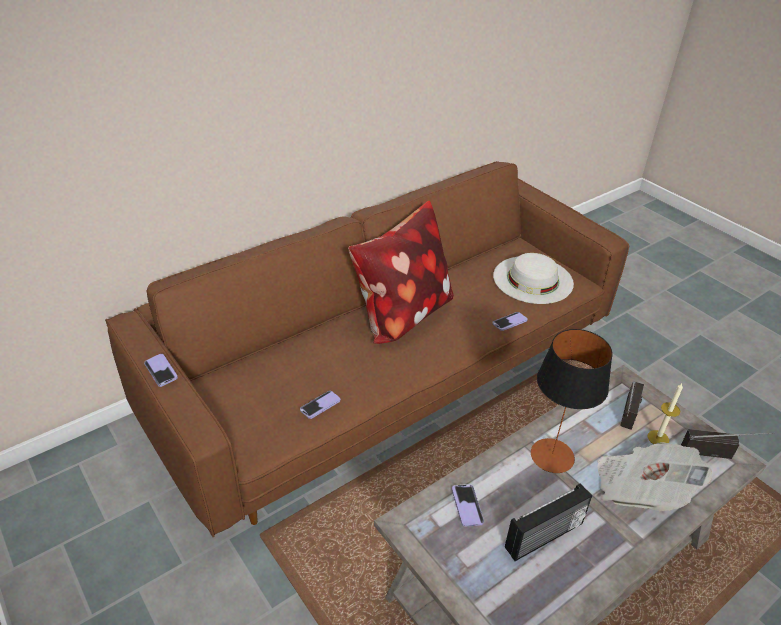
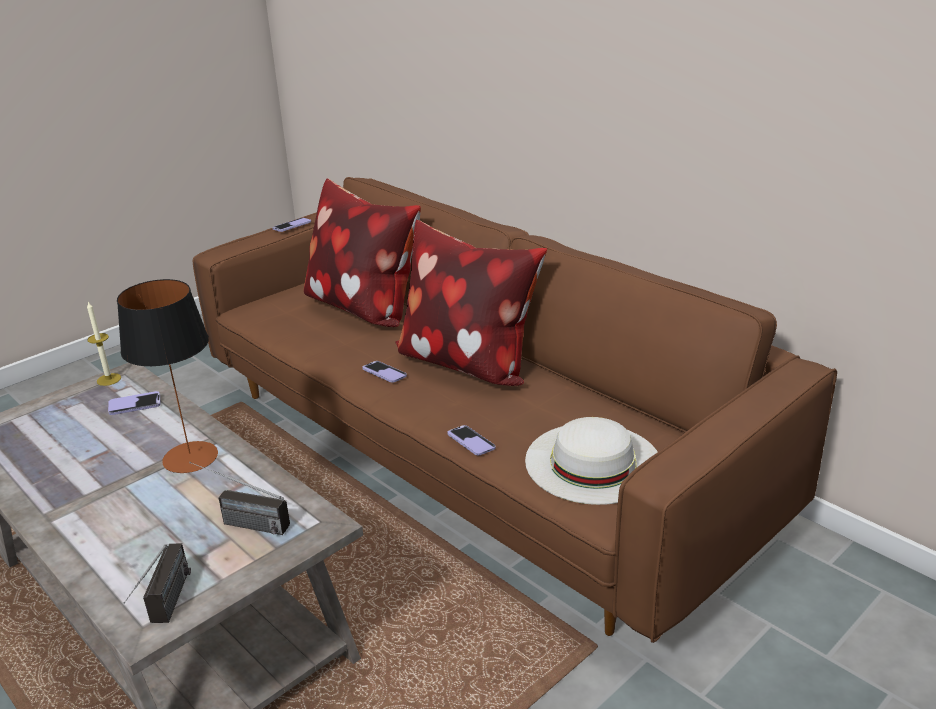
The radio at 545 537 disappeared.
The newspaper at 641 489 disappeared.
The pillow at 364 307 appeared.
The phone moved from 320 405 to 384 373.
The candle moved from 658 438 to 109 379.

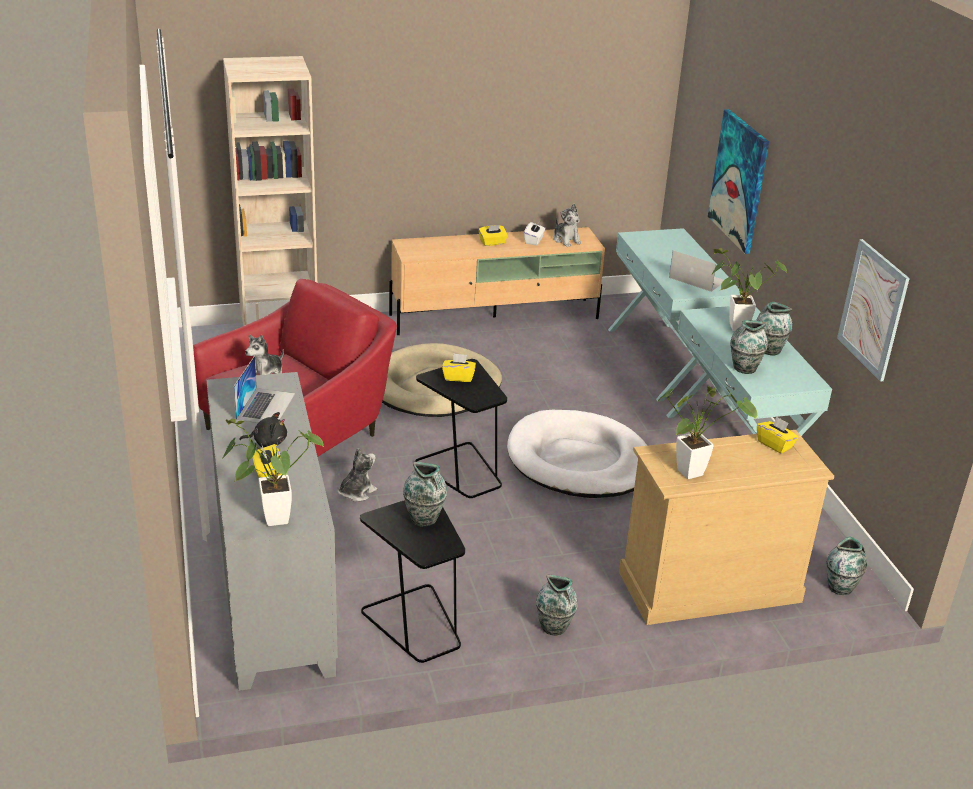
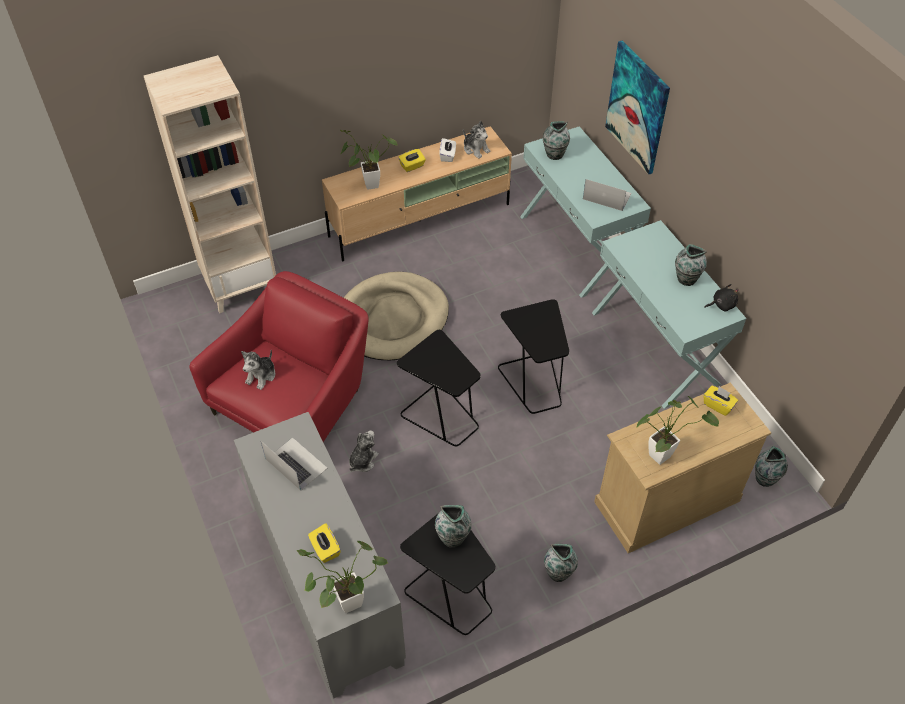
The tissue box (yellow) at 458 377 disappeared.
The picture at 872 309 disappeared.
The plush toy (black) moved from 267 442 to 721 304.
The potted plant moved from 733 327 to 367 185.
The vase moved from 744 368 to 554 155.
The dog bed (white) at 579 460 was replaced by the side table (black) at 533 382.
The laptop at 265 406 turned 45 degrees counterclockwise.

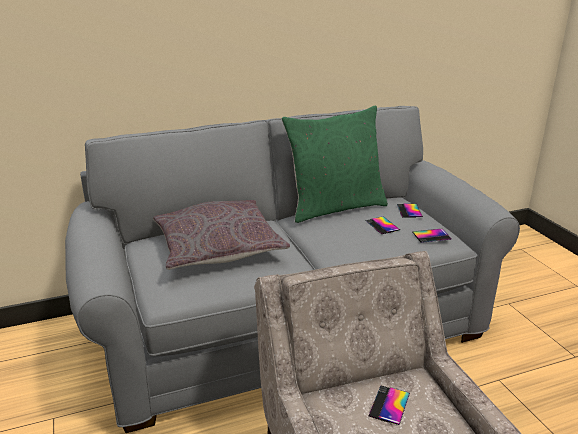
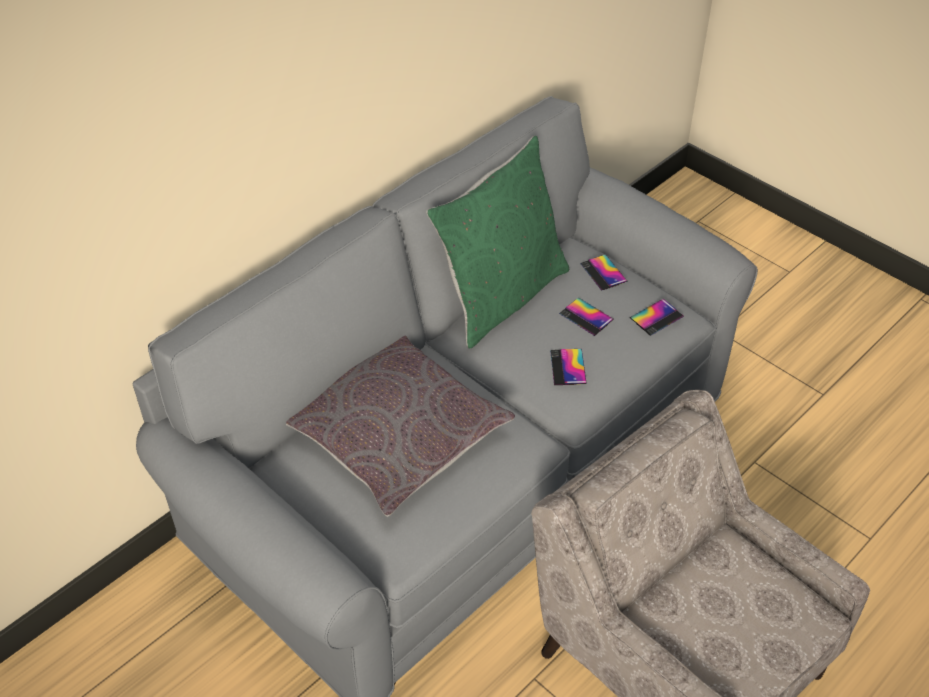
The phone moved from 389 405 to 568 367.

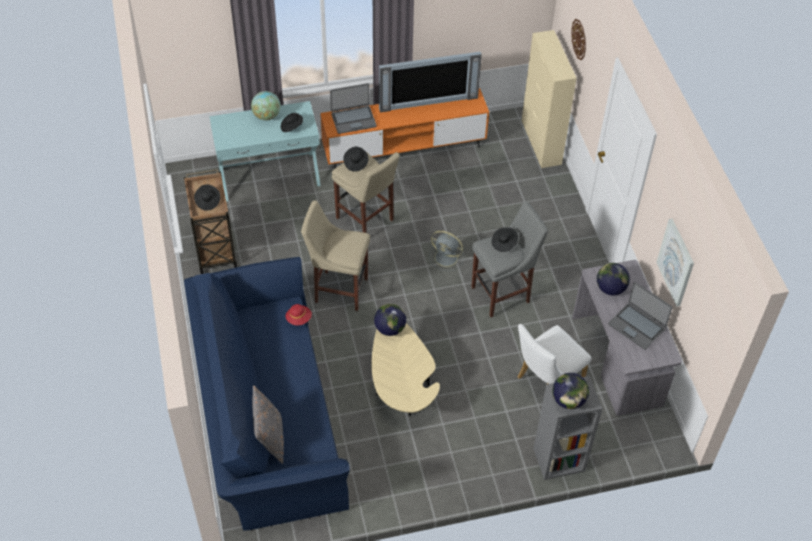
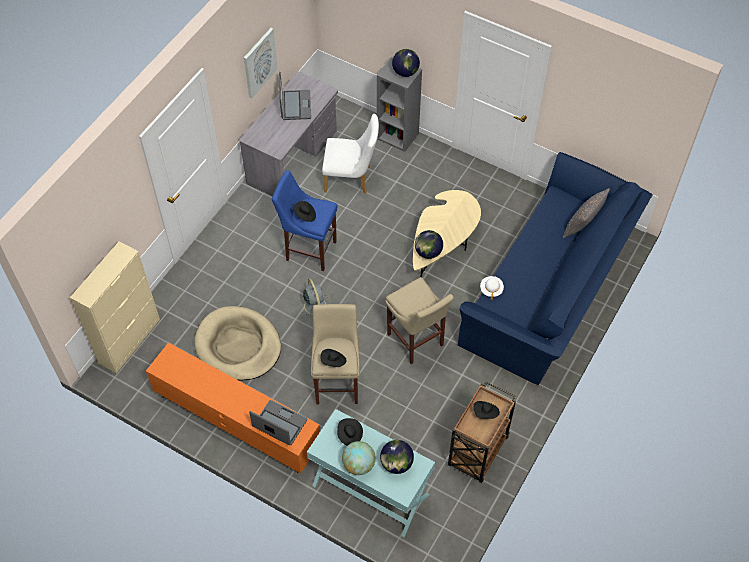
The television at 427 101 disappeared.
The wall clock at 579 39 disappeared.
The dog bed (beige) at 238 346 appeared.
The globe moved from 610 288 to 396 463.
The hat (red) at 299 319 became the hat (white) at 491 289.
The stool (grey) at 503 294 became the stool (blue) at 308 250.

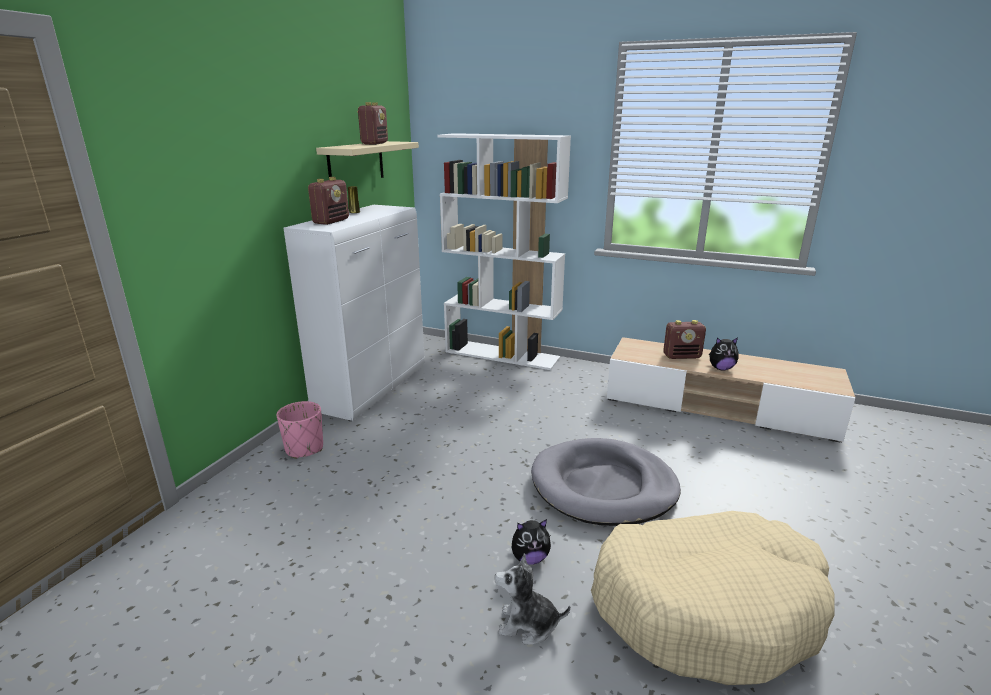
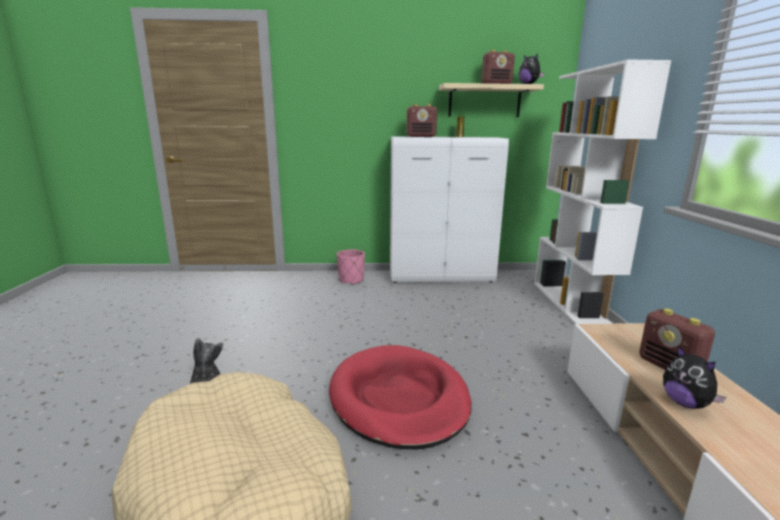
The plush toy moved from 530 558 to 529 84.
The dog bed (grey) at 603 486 became the dog bed (red) at 399 399.

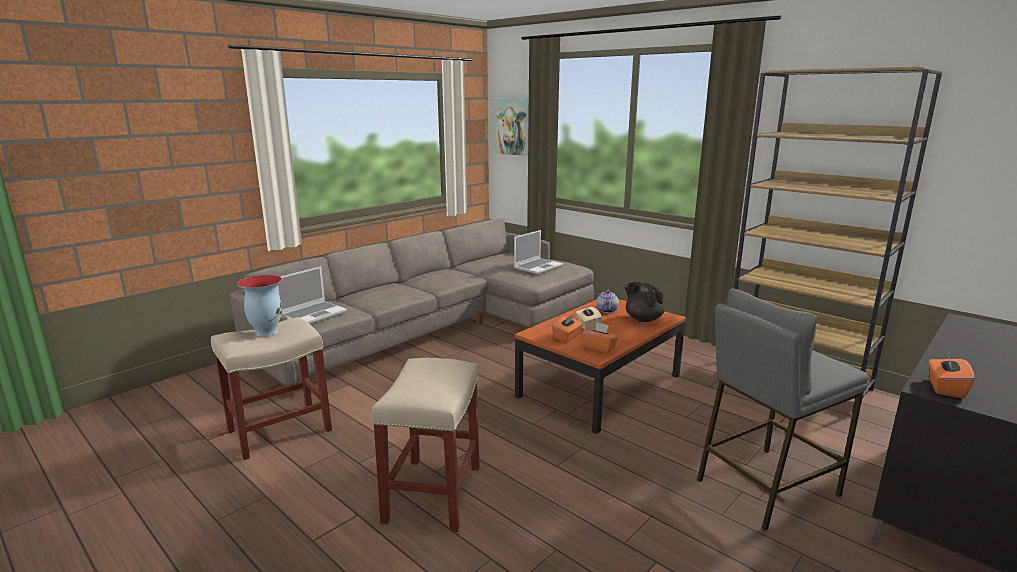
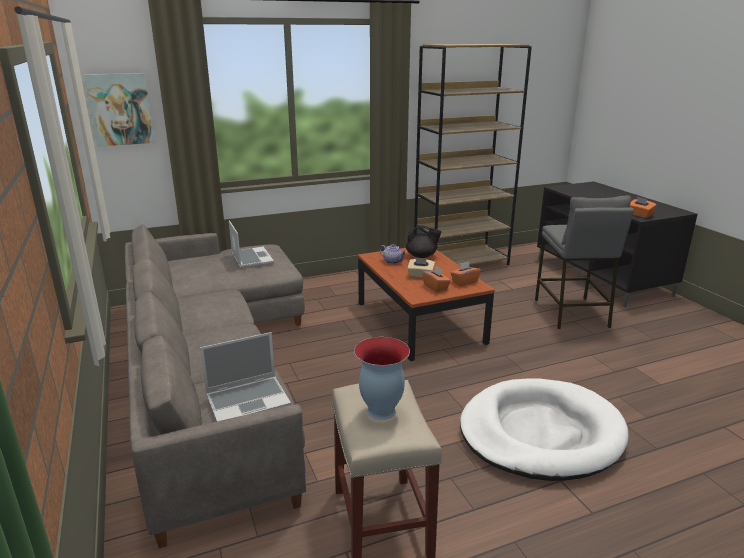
The stool (beige) at 433 492 was replaced by the dog bed (white) at 540 433.
The laptop at 313 314 turned 90 degrees clockwise.
The teapot (black) at 643 319 turned 150 degrees counterclockwise.

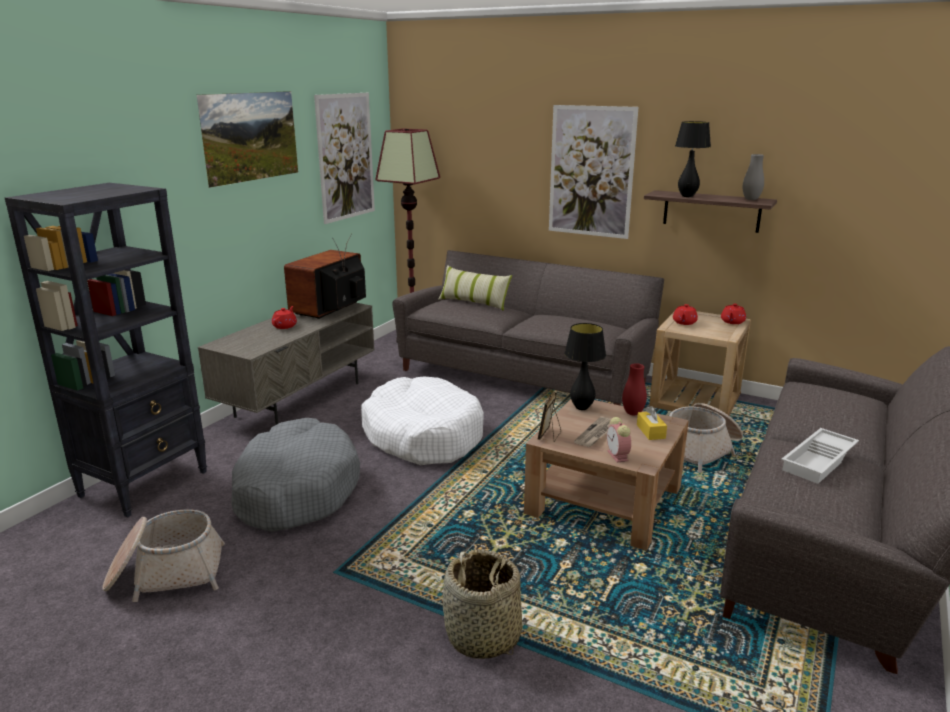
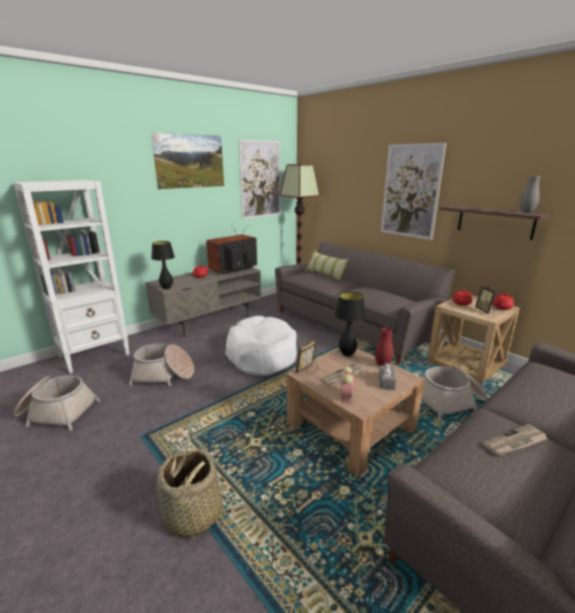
The picture frame at 484 311 appeared.
The table lamp (black) moved from 687 196 to 167 288.
The dog bed (grey) at 295 490 was replaced by the basket at 164 375.
The tray (white) at 820 461 was replaced by the newspaper at 515 442.
The bookcase (black) at 145 483 became the bookcase (white) at 95 355.
The tissue box (yellow) at 650 431 became the tissue box (grey) at 386 382.

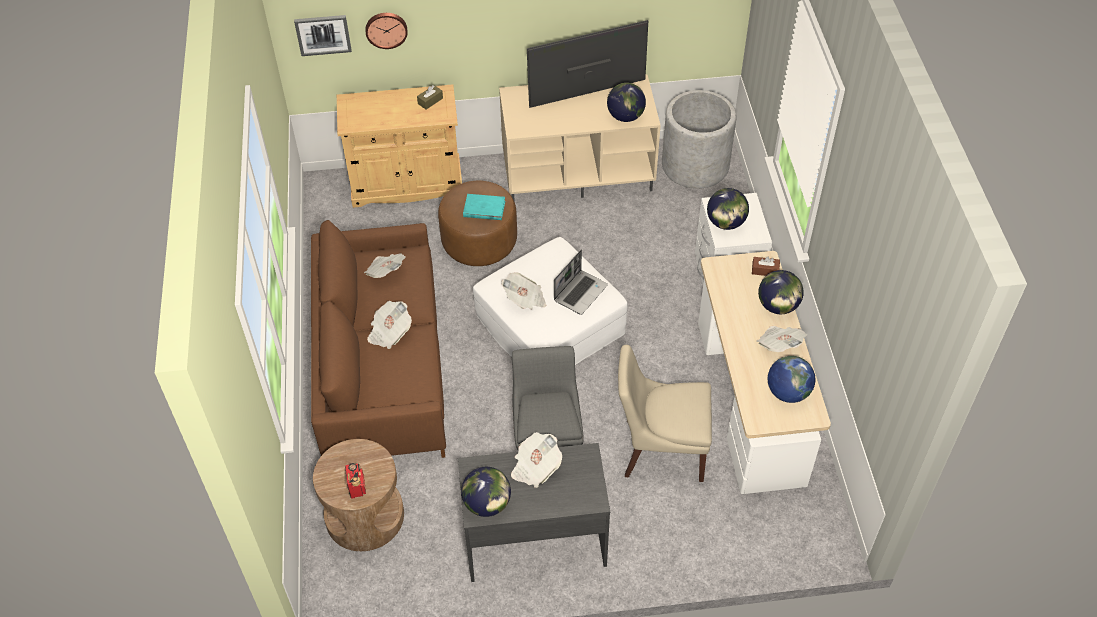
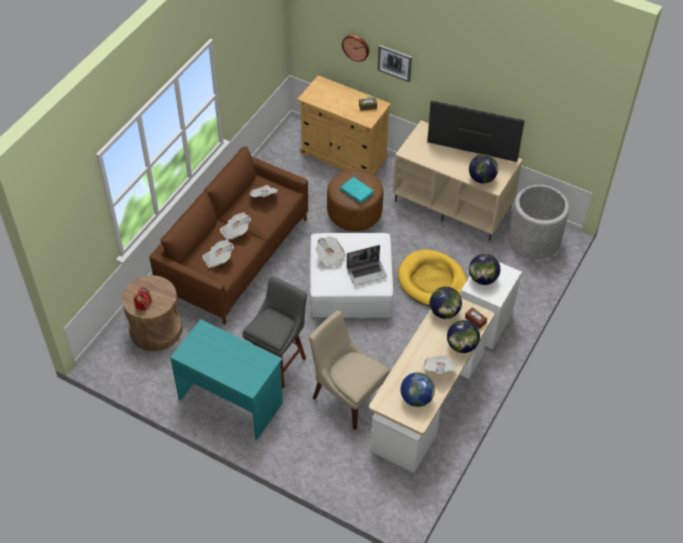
The dog bed (yellow) at 432 281 appeared.
The picture moved from 323 34 to 395 62.
The globe moved from 487 504 to 444 312.
The newspaper moved from 535 467 to 218 259.
The desk (grey) at 534 540 became the desk (turquoise) at 231 400.

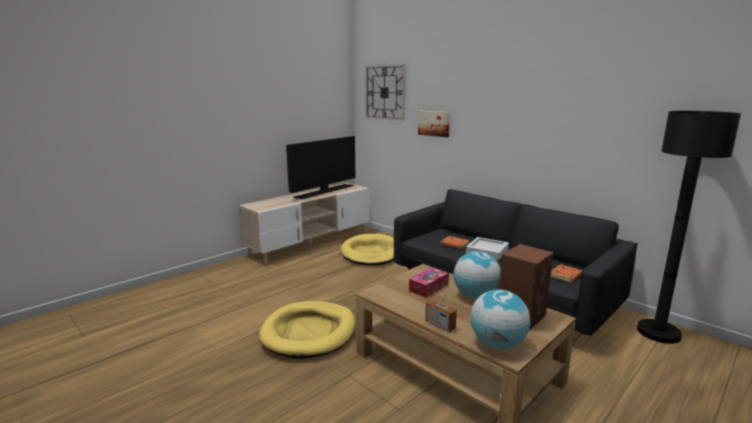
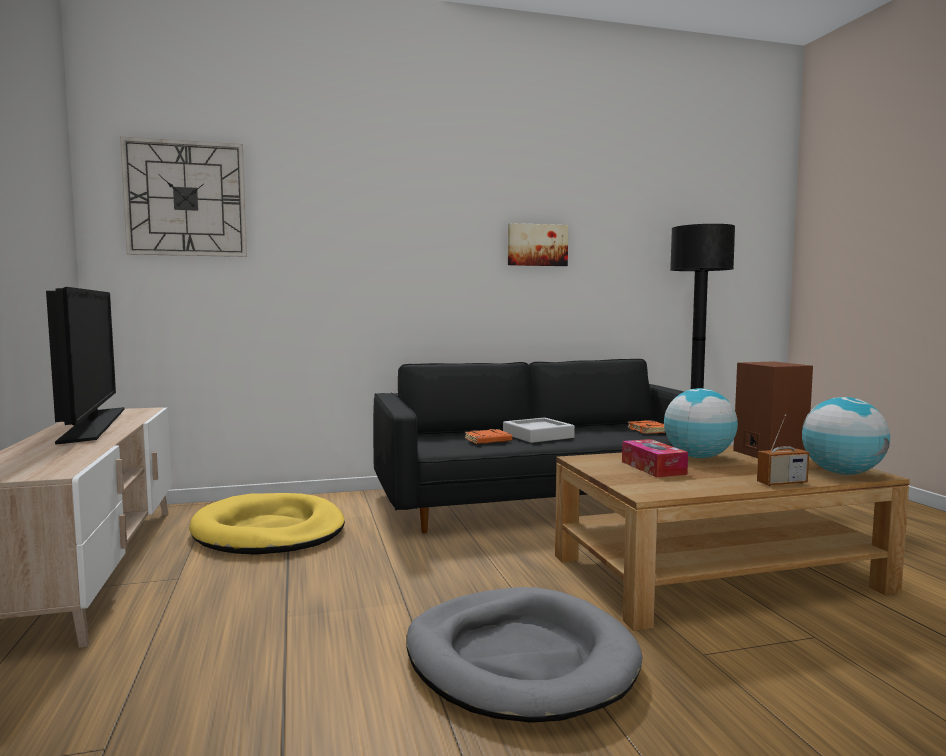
The picture moved from 434 123 to 537 245.
The dog bed (yellow) at 309 332 became the dog bed (grey) at 519 659.

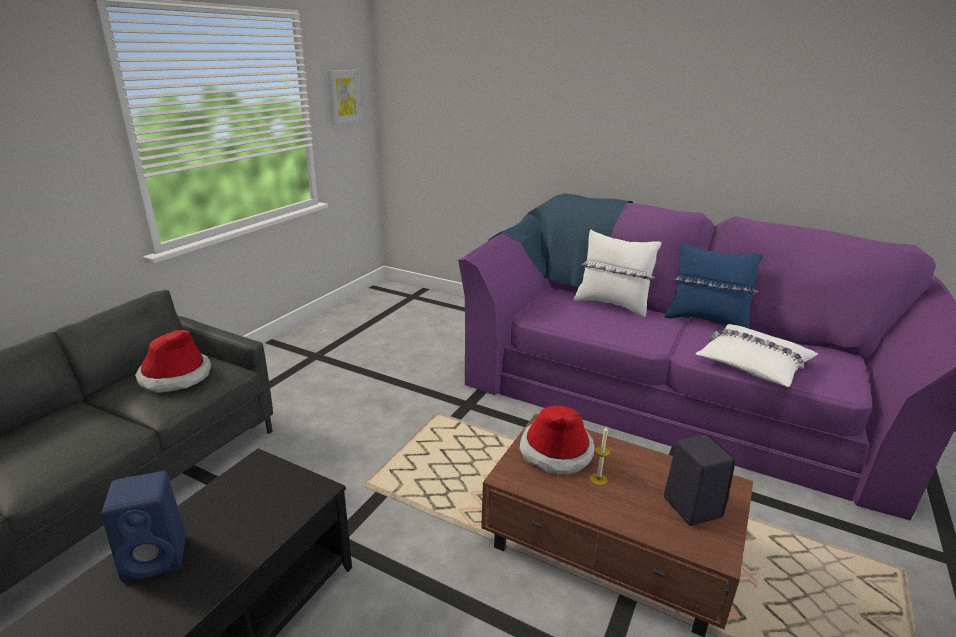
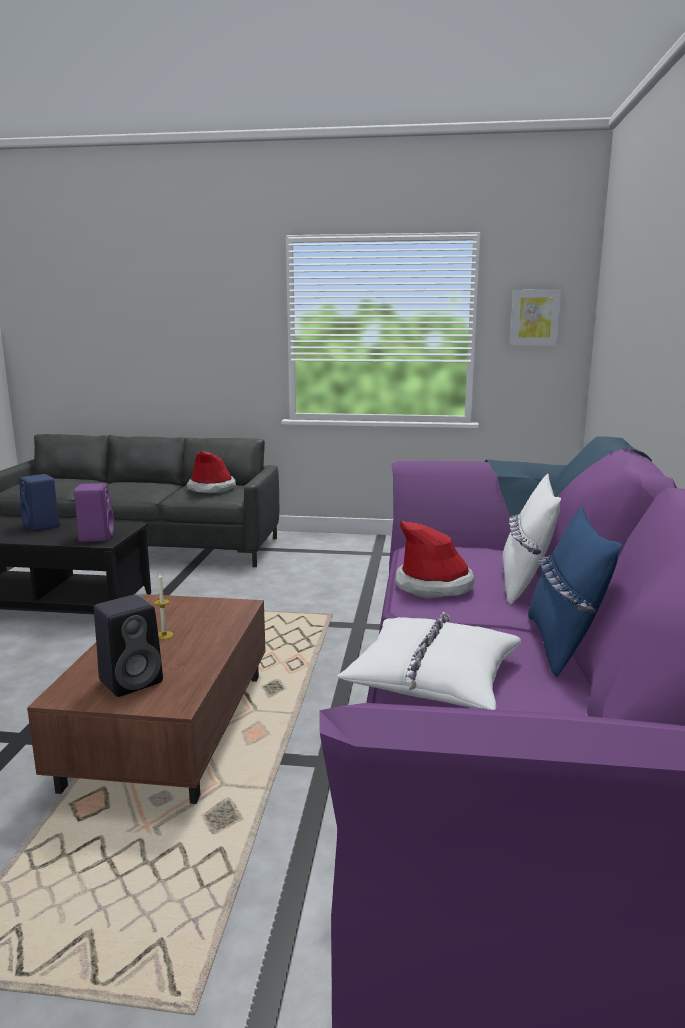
The speaker (purple) at 96 537 appeared.
The hat moved from 556 451 to 434 585.

